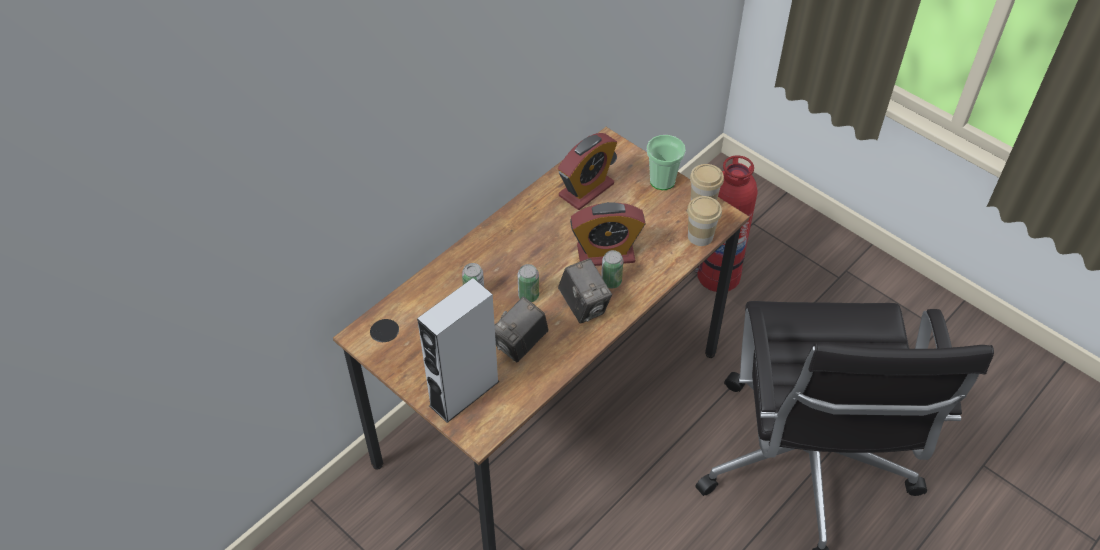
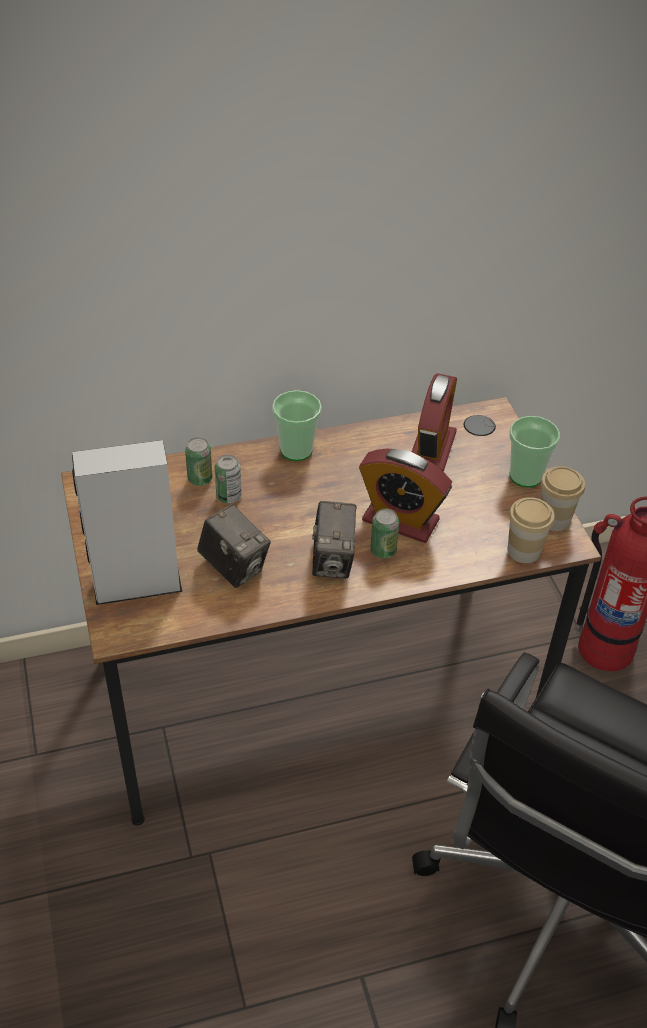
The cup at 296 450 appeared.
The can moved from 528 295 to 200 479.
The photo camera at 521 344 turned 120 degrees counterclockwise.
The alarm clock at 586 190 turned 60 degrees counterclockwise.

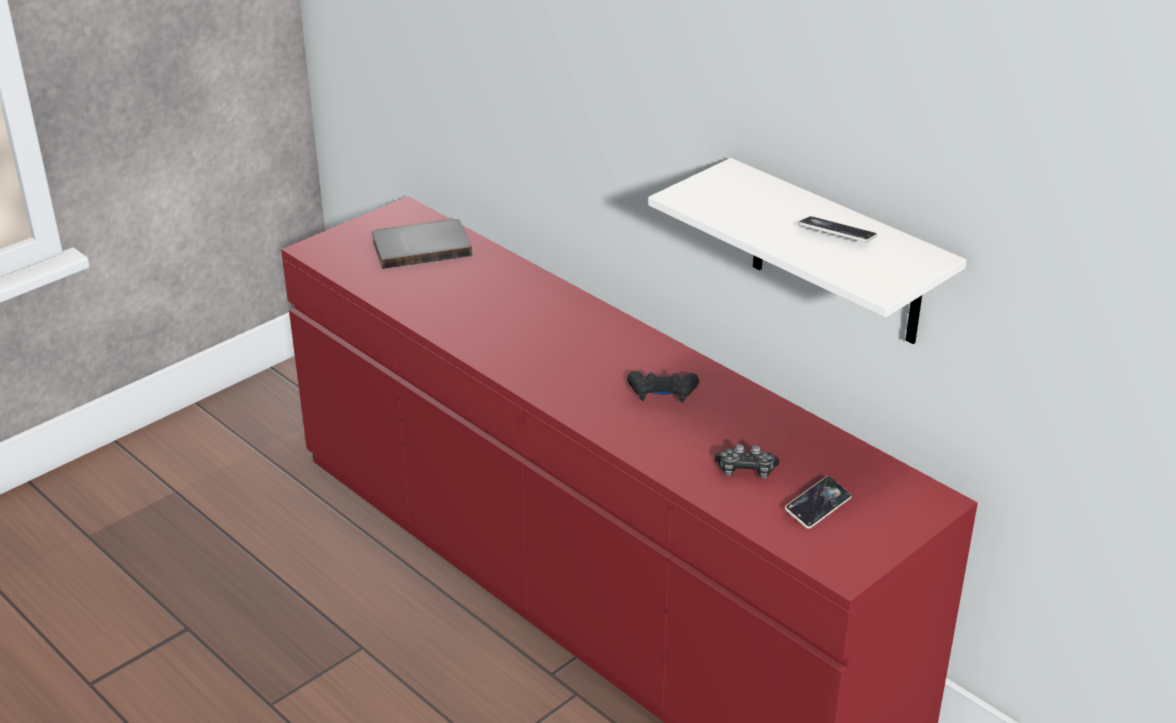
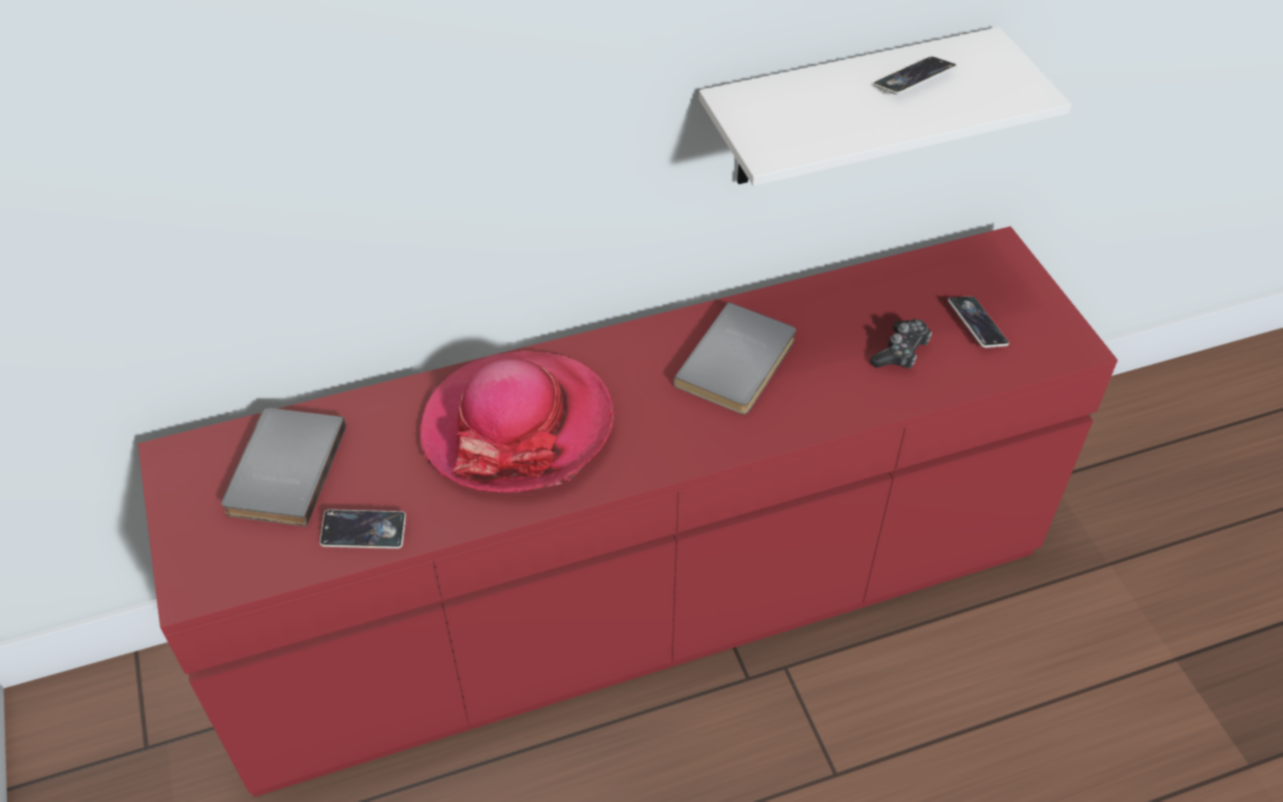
The phone at 364 532 appeared.
The hat at 518 426 appeared.
The game controller (black) at 662 394 was replaced by the book (grey) at 740 363.

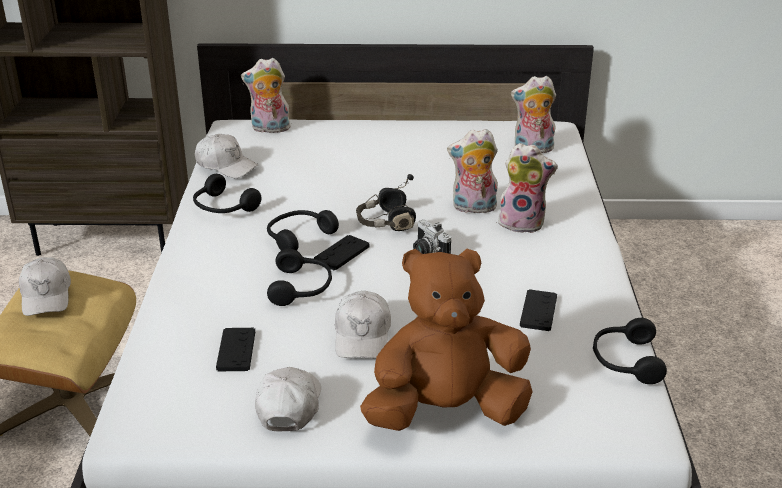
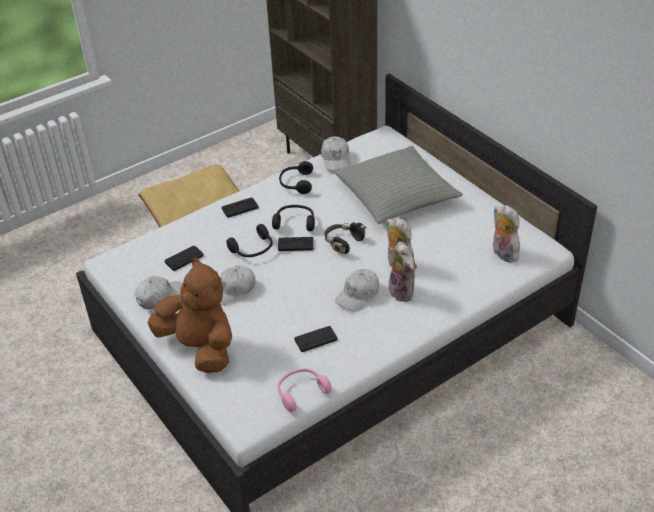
The plush toy at 269 129 disappeared.
The photo camera at 427 252 disappeared.
The game controller (black) at 240 208 appeared.
The pillow (grey) at 395 195 appeared.
The cap (white) moved from 46 295 to 358 295.
The headphones (black) at 625 361 became the headphones (pink) at 301 392.

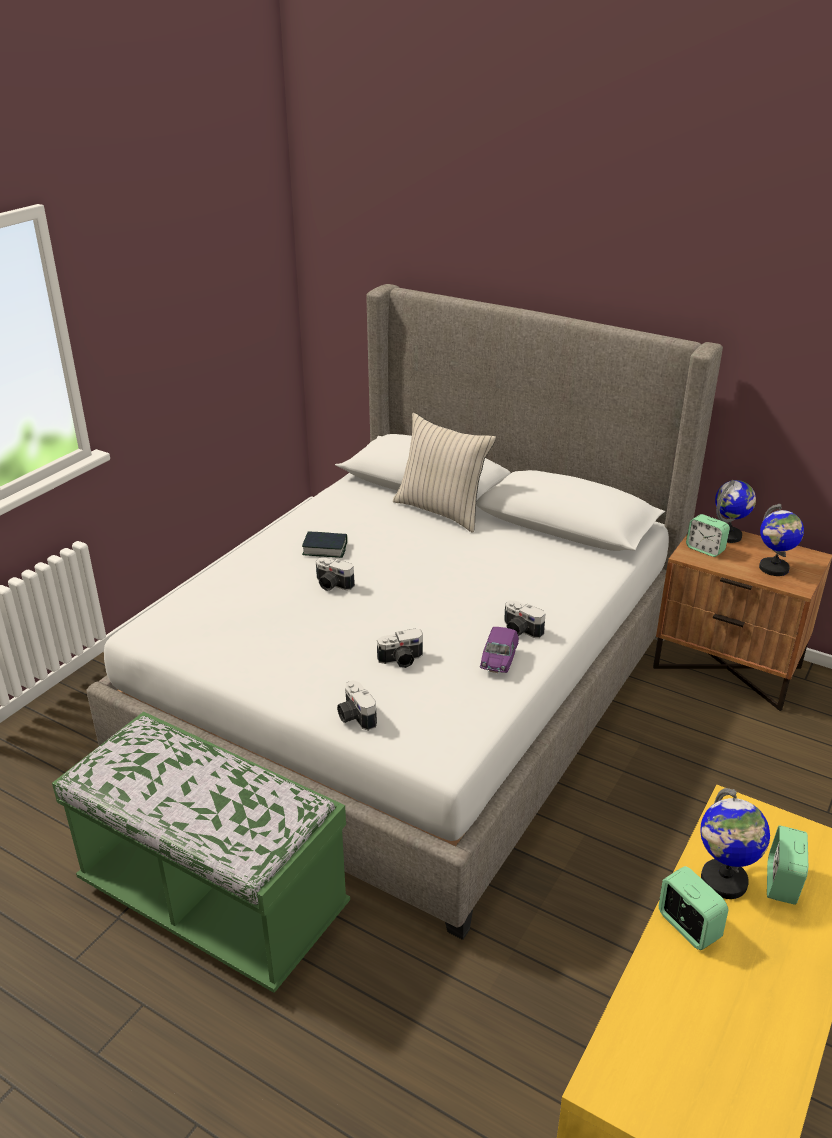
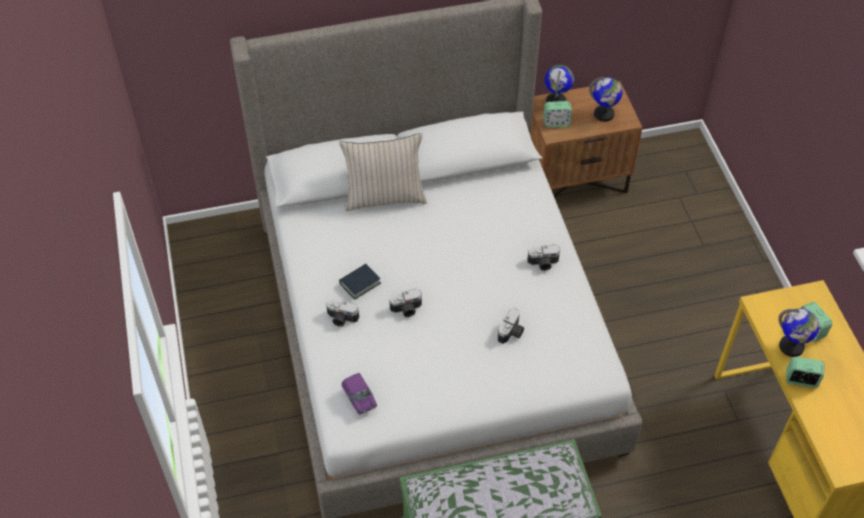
The photo camera moved from 355 717 to 341 319.
The toy car (purple) moved from 498 661 to 359 398.

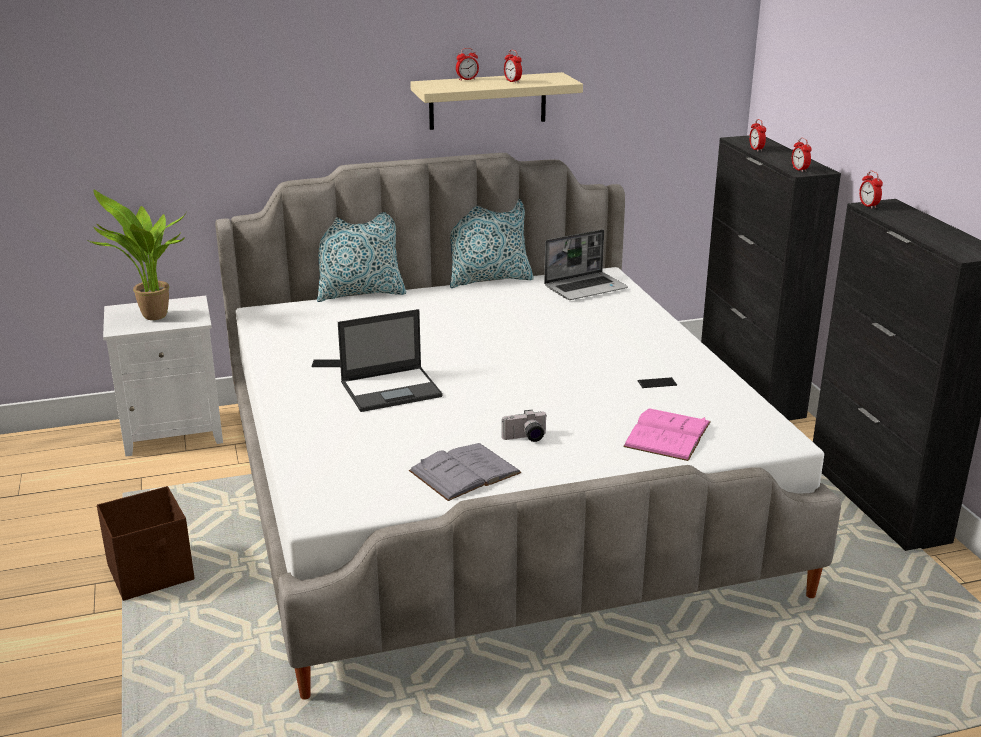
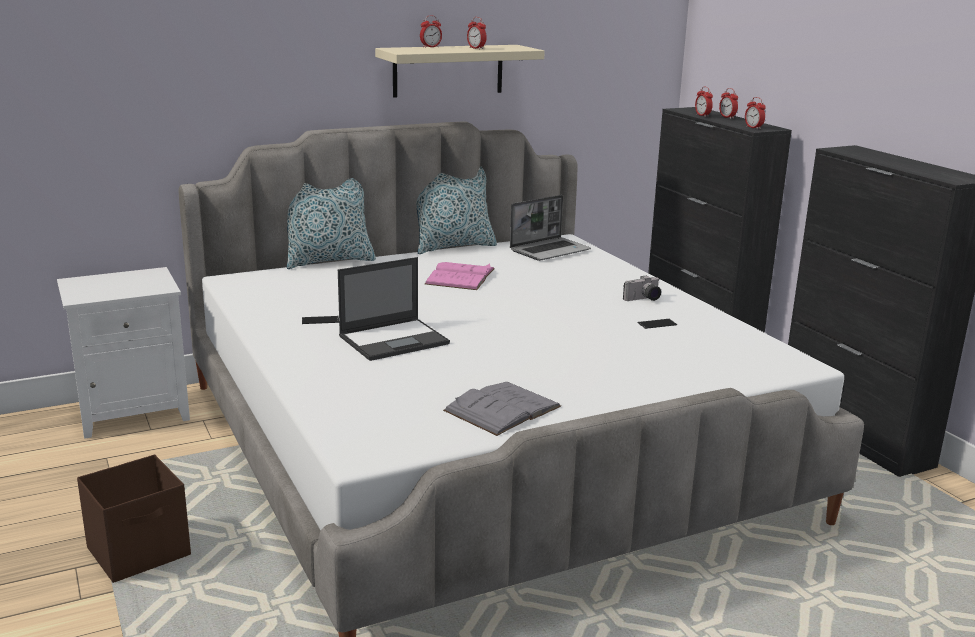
The potted plant at 151 318 disappeared.
The photo camera moved from 526 438 to 643 299.
The book (pink) moved from 667 434 to 460 276.
The alarm clock moved from 868 206 to 727 117.

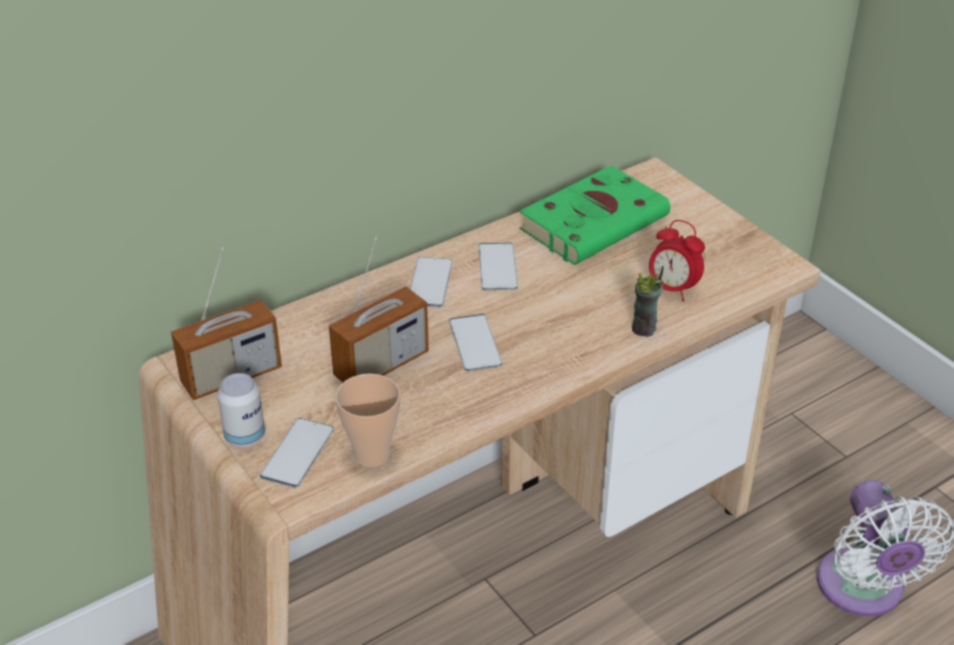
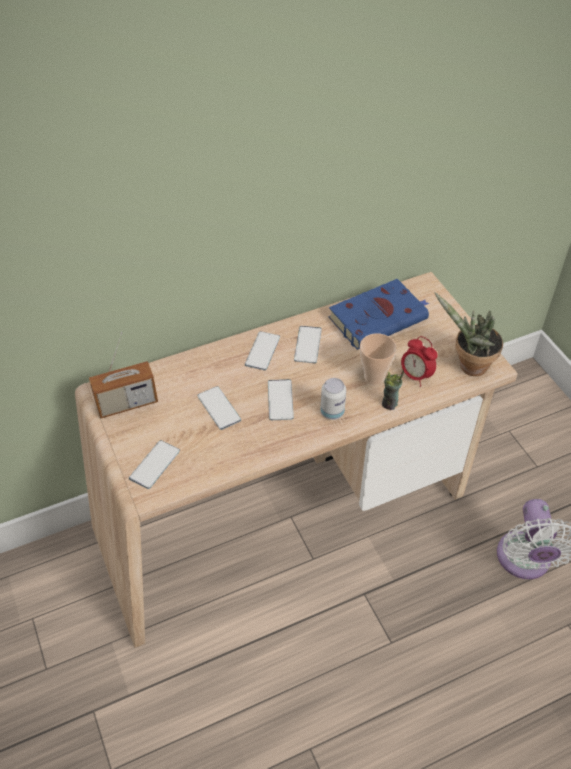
The potted plant at 468 366 appeared.
The can moved from 245 436 to 332 412.
The cup moved from 372 454 to 374 377.
The radio at 381 365 was replaced by the phone at 219 408.
The book (green) at 596 221 became the book (blue) at 379 318.

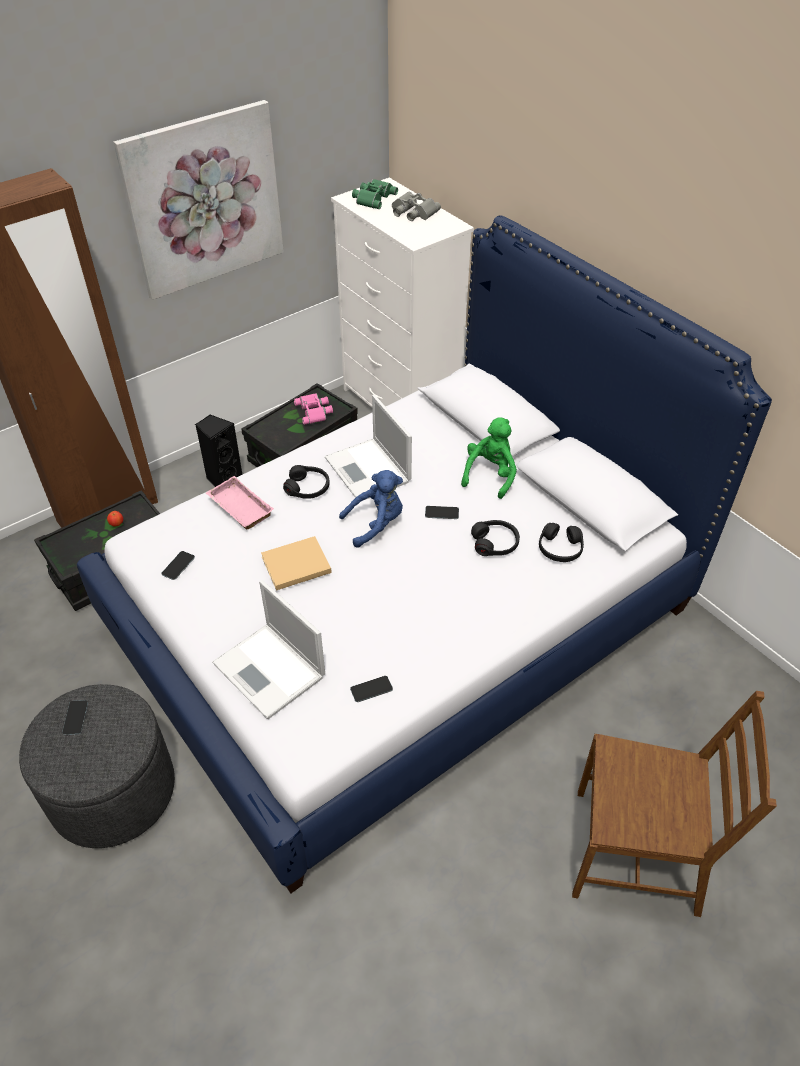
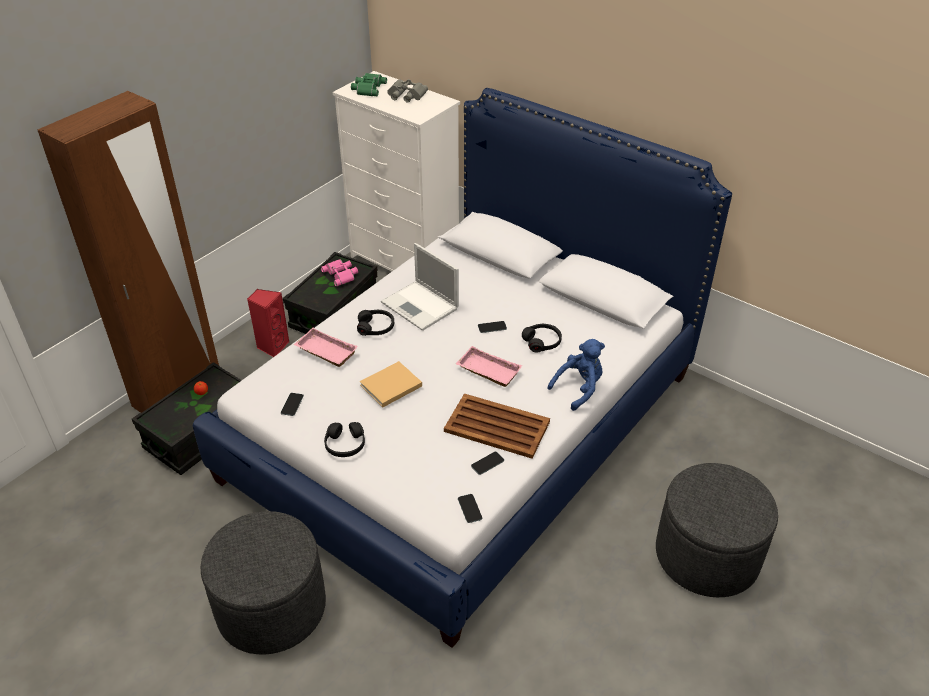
The picture at 204 200 disappeared.
The laptop at 270 671 disappeared.
The plush toy (green) at 490 475 disappeared.
The tray (brown) at 498 427 appeared.
The tray (pink) at 487 371 appeared.
The phone moved from 75 717 to 470 508.
The plush toy (blue) moved from 376 524 to 579 388.
The headphones (black) moved from 560 548 to 345 445.
The chair (brown) at 637 852 was replaced by the ottoman (grey) at 707 555.
The speaker (black) at 223 480 became the speaker (red) at 272 346.

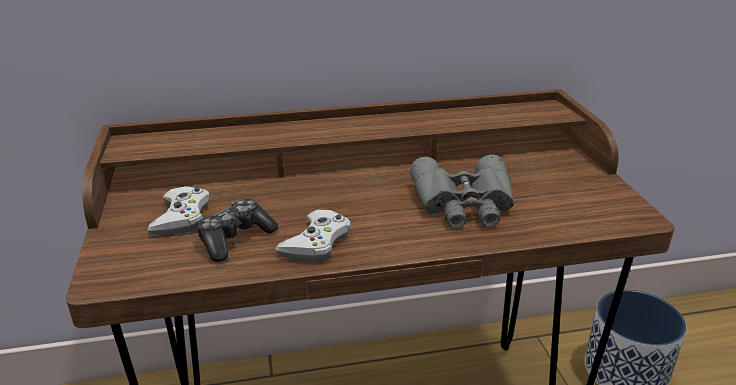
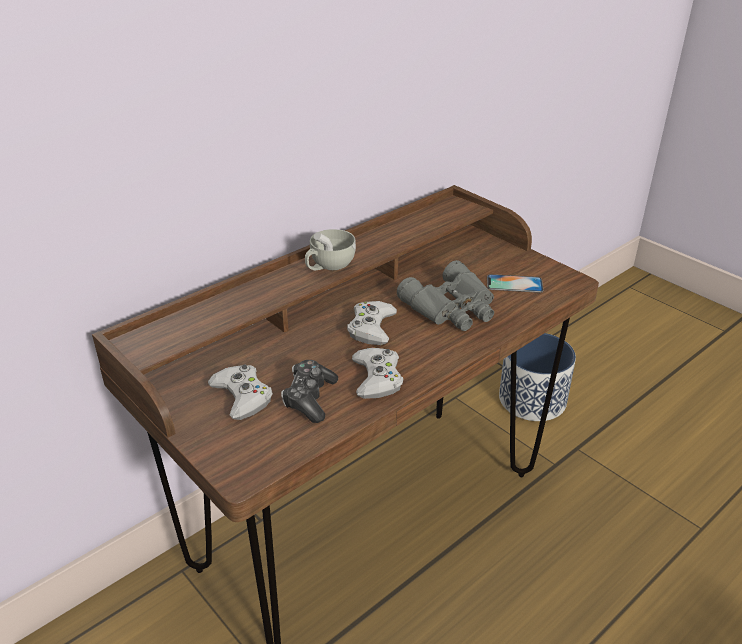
The cup (white) at 329 266 appeared.
The game controller (white) at 371 328 appeared.
The phone at 514 284 appeared.

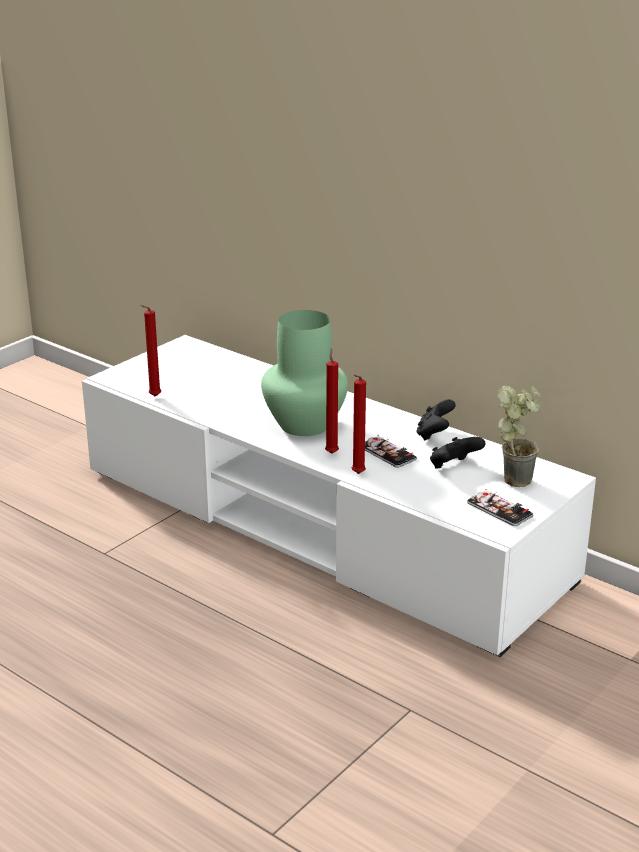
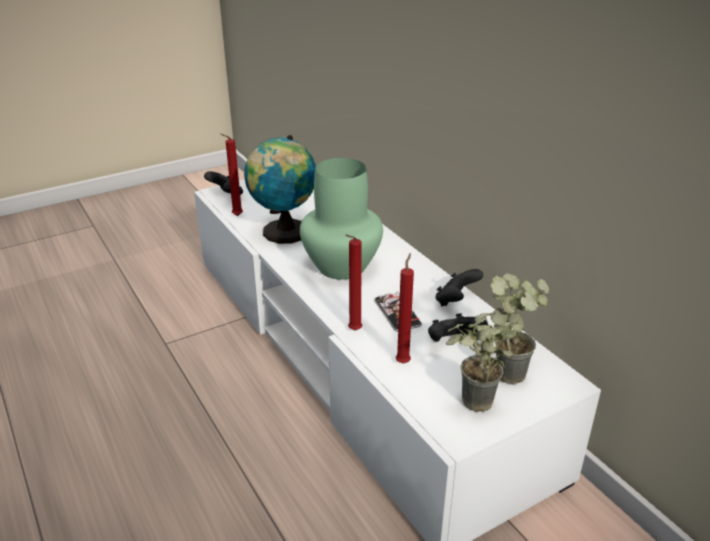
The game controller (black) at 226 196 appeared.
The globe at 283 233 appeared.
The candle (red) moved from 331 452 to 403 361.
The phone at 499 509 was replaced by the potted plant at 471 407.

